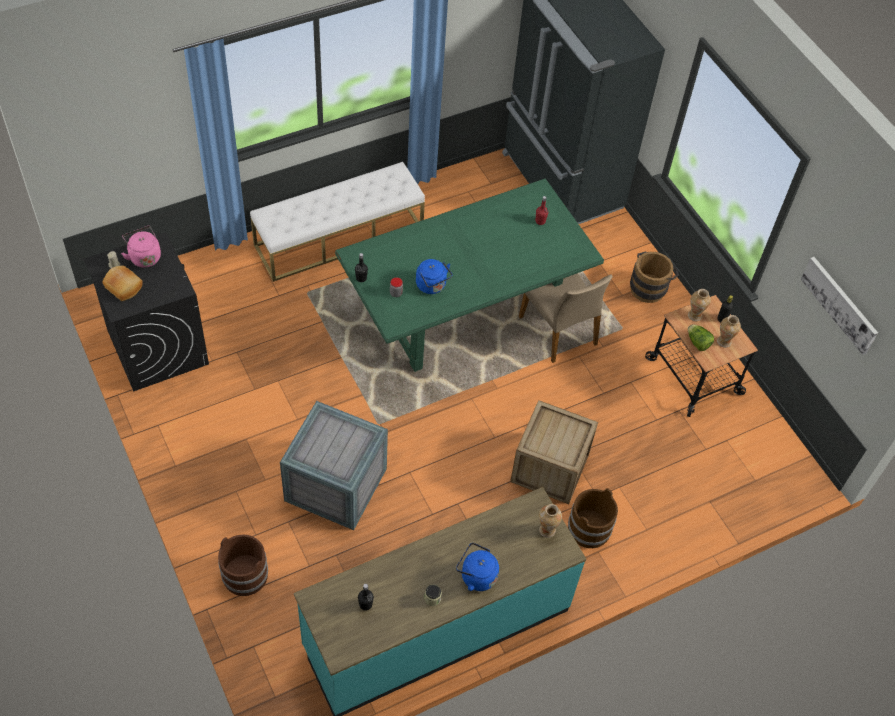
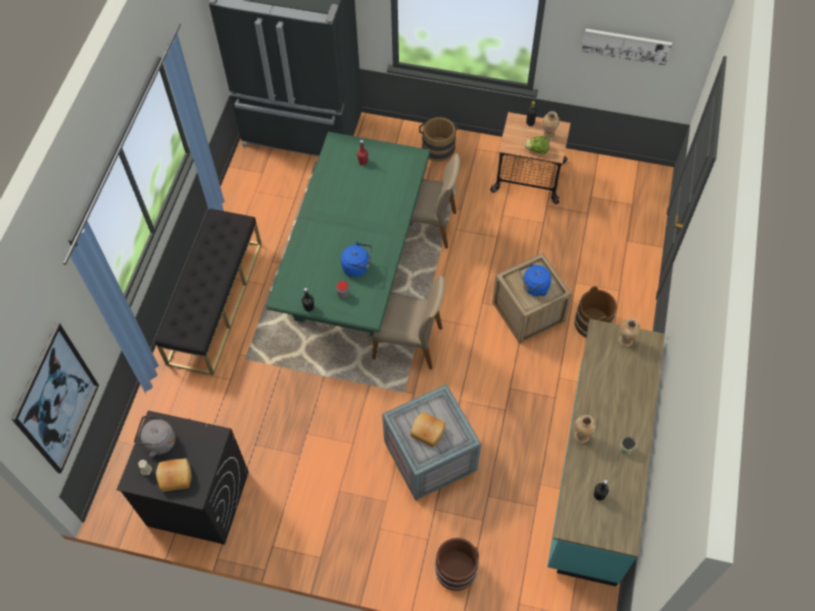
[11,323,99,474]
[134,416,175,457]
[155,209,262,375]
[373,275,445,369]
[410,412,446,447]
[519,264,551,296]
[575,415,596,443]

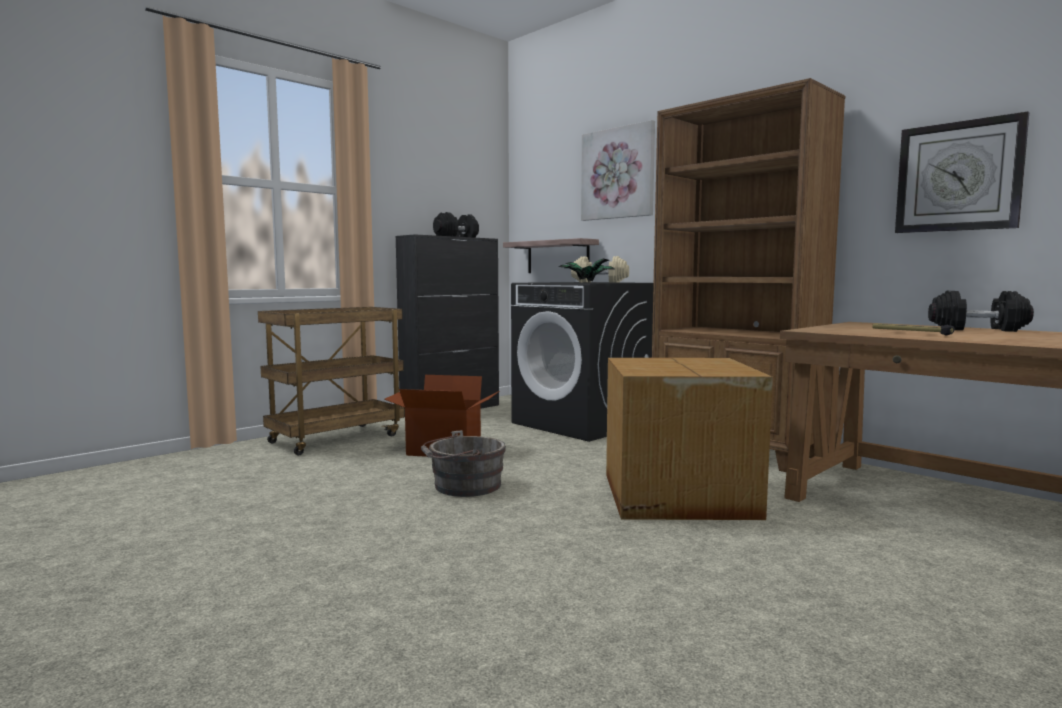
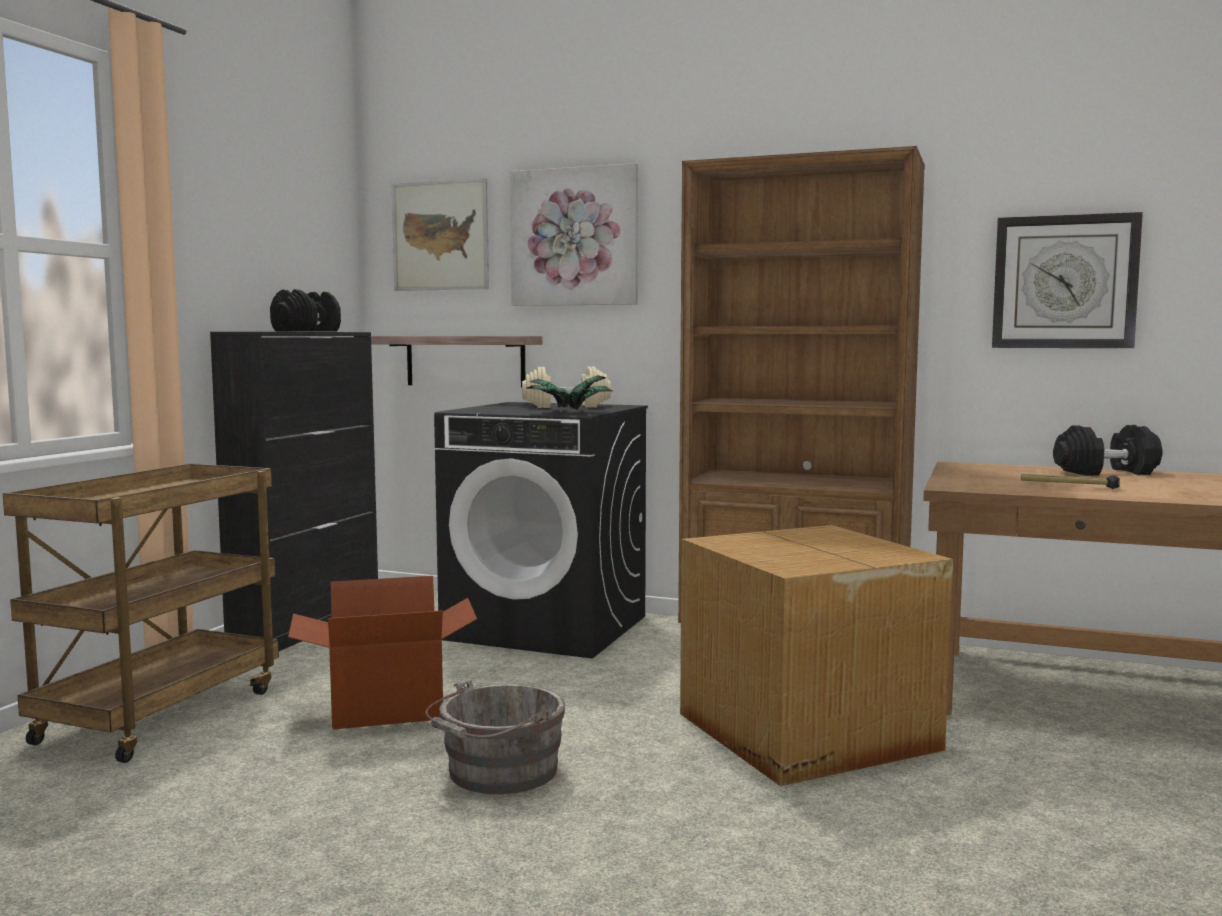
[392,178,489,291]

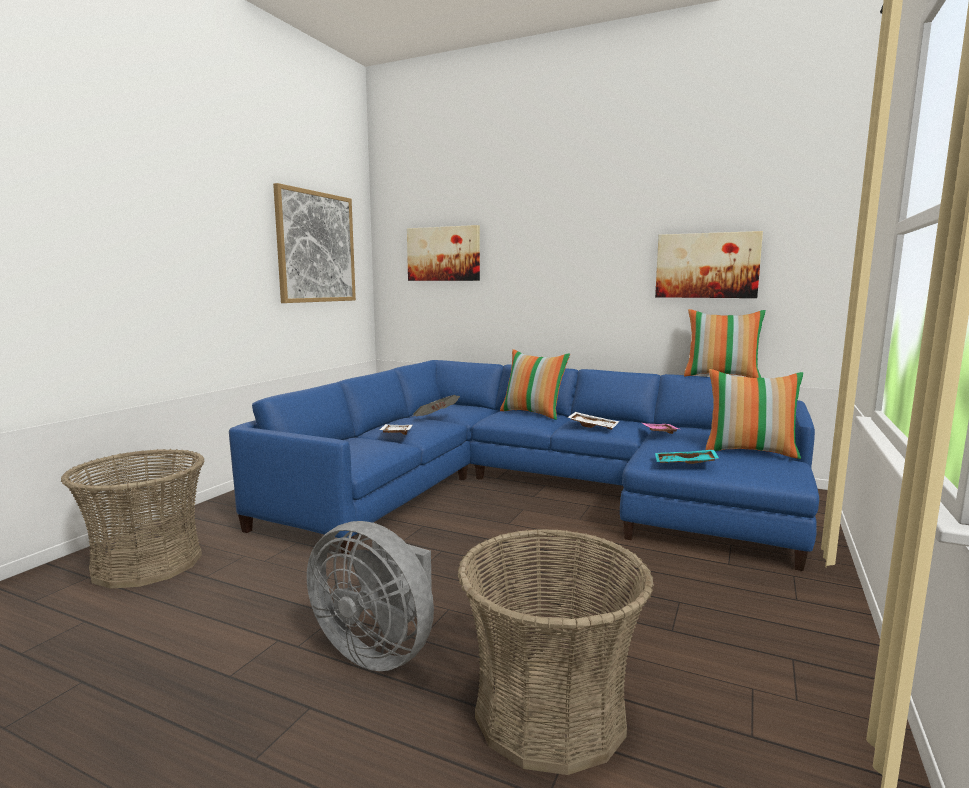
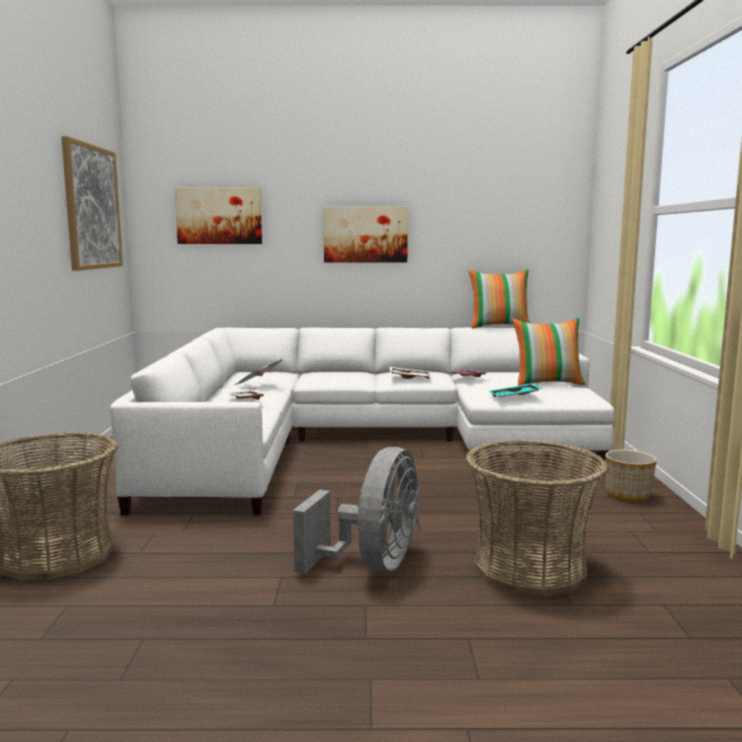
[110,328,615,515]
[293,447,419,574]
[323,206,408,262]
[606,450,657,502]
[500,349,570,420] (first image)

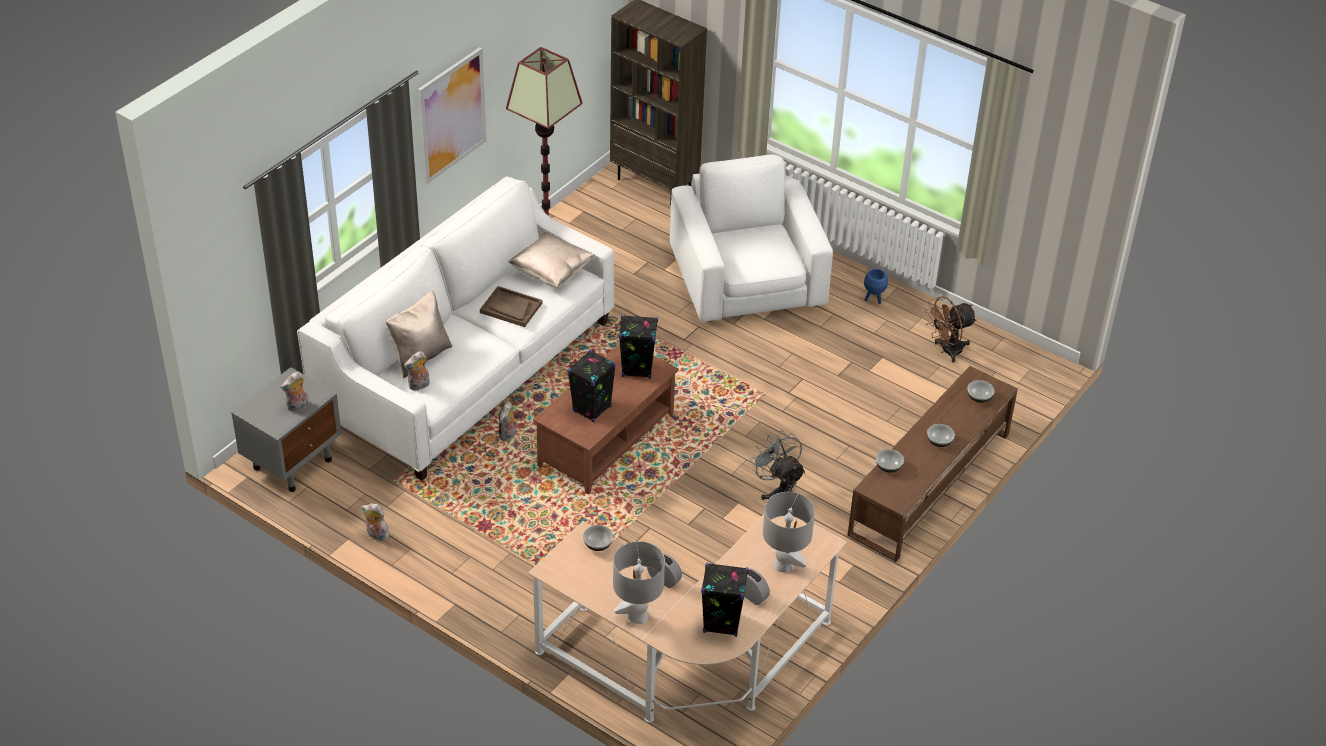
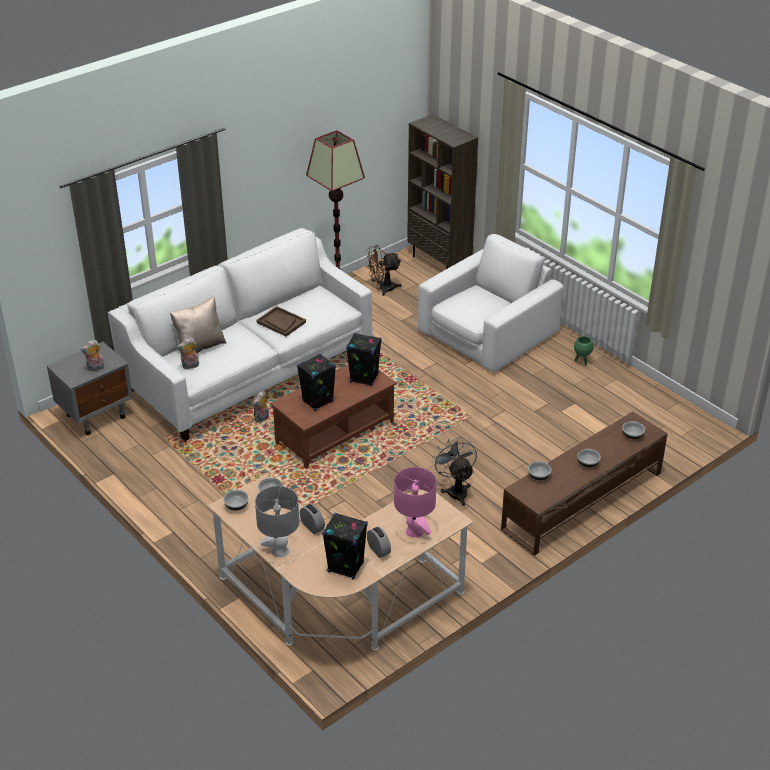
[223,490,249,511]
[367,245,402,296]
[394,467,436,537]
[418,234,564,372]
[574,336,593,365]
[362,503,392,541] (first image)
[418,47,486,184] (first image)
[508,232,594,288] (first image)

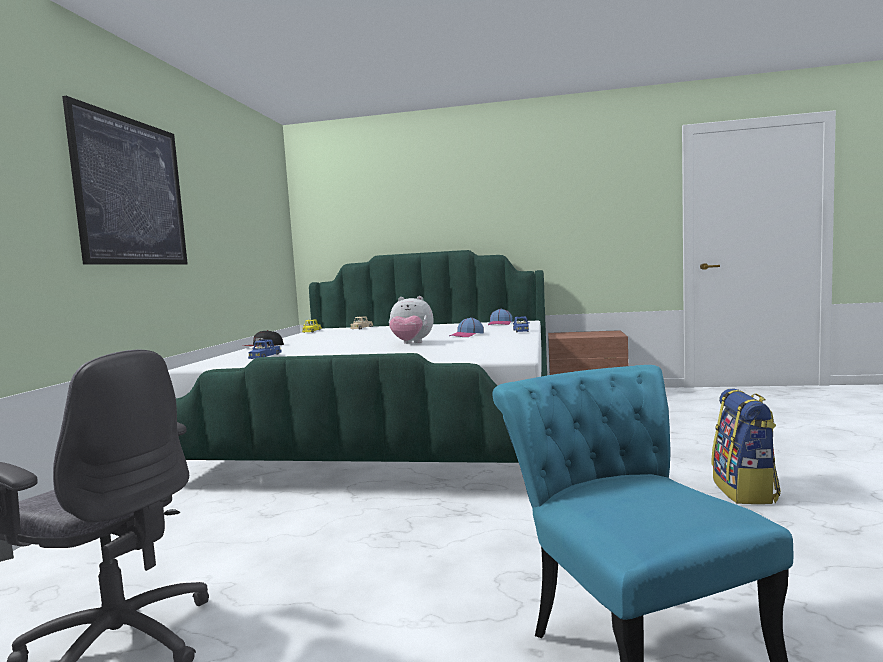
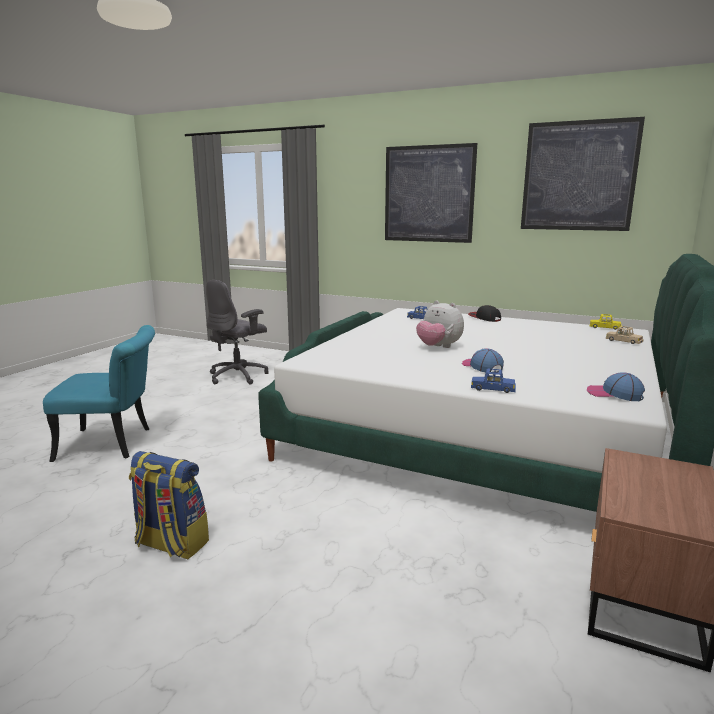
[416,300,464,348]
[521,117,645,231]

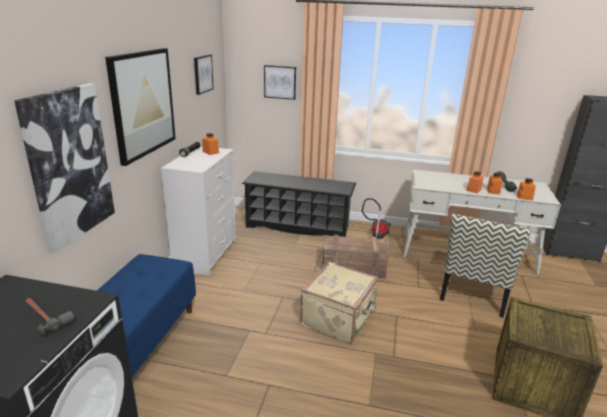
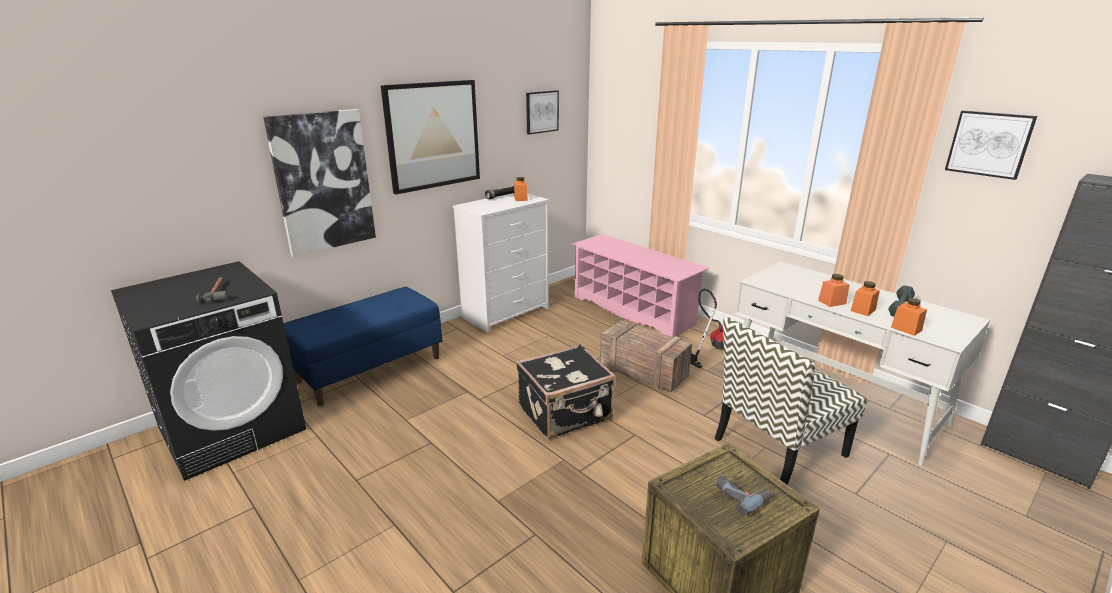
[516,344,616,439]
[573,234,709,337]
[715,476,772,517]
[945,110,1037,180]

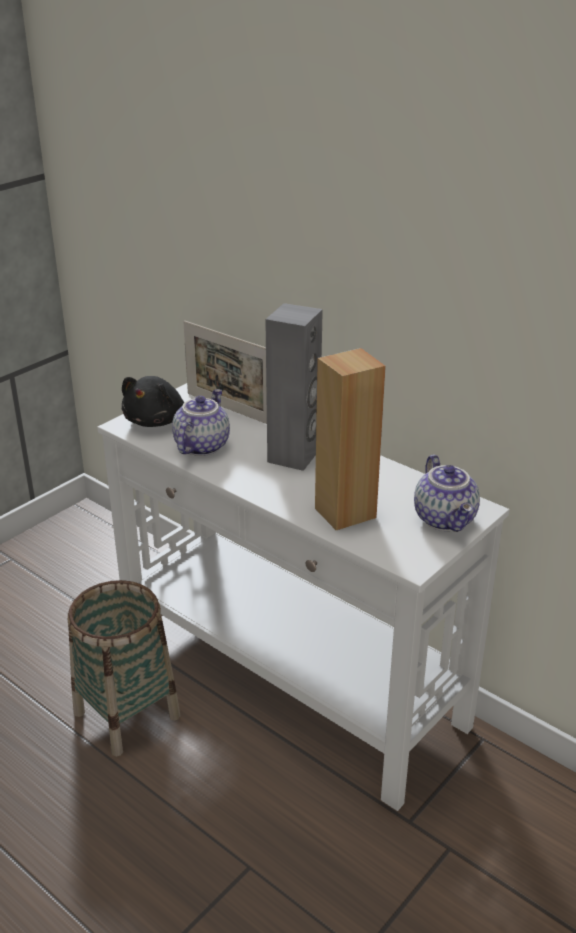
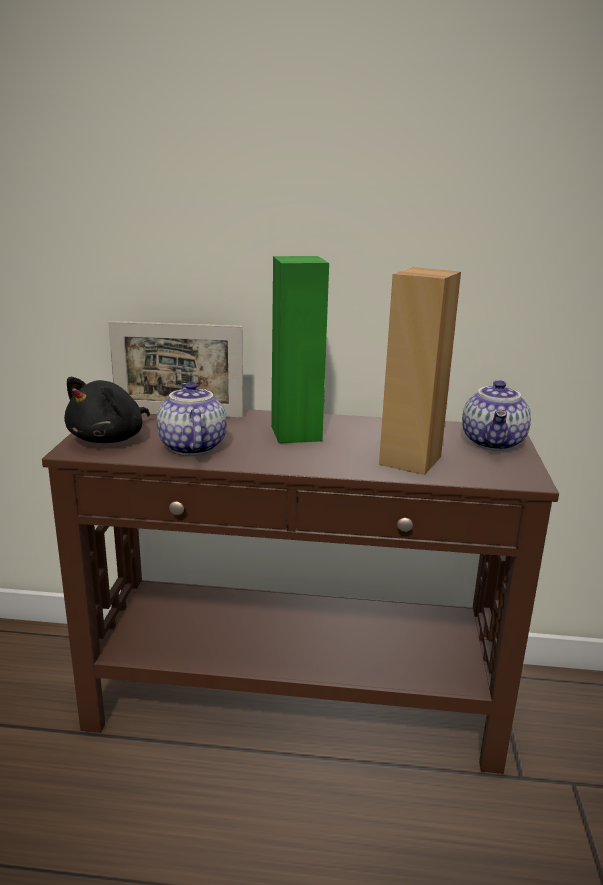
[42,409,559,774]
[64,377,150,443]
[271,256,329,444]
[462,380,531,451]
[68,580,181,757] (first image)

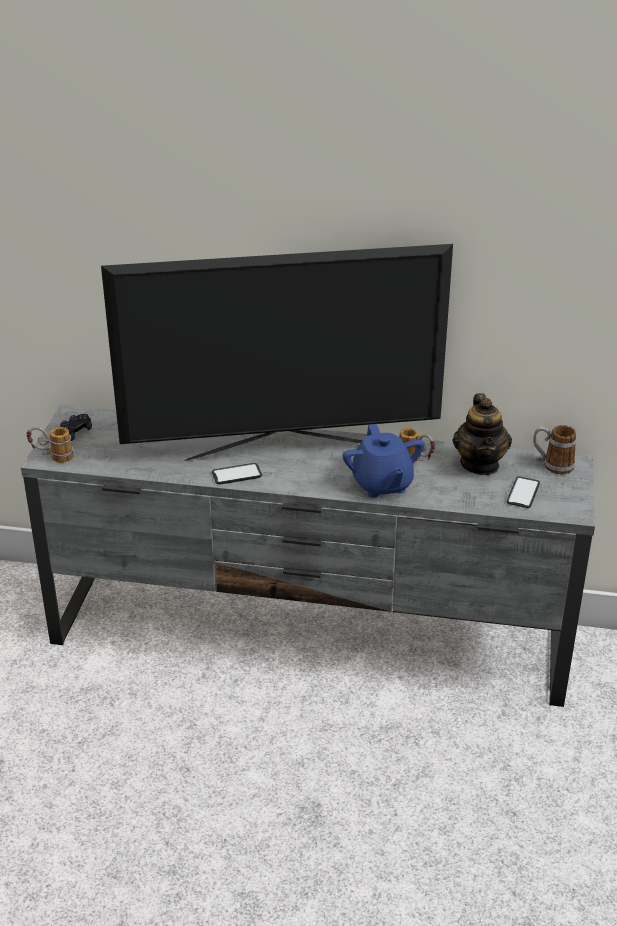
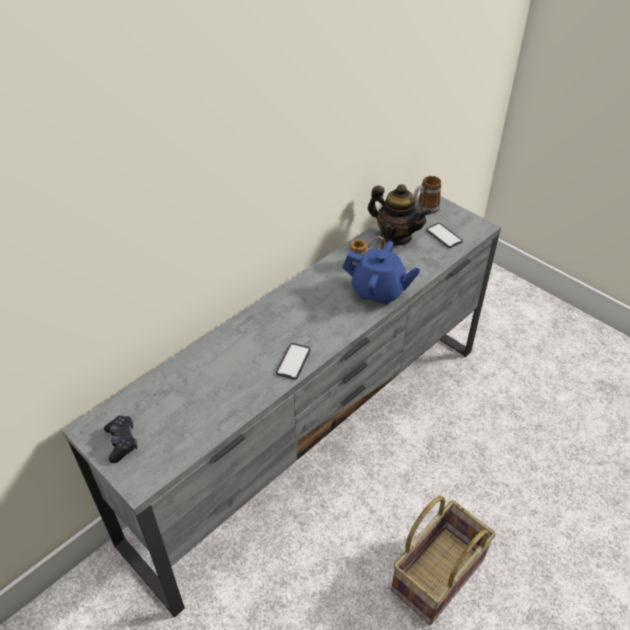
[391,496,496,625]
[26,427,74,463] (first image)
[101,244,453,461] (first image)

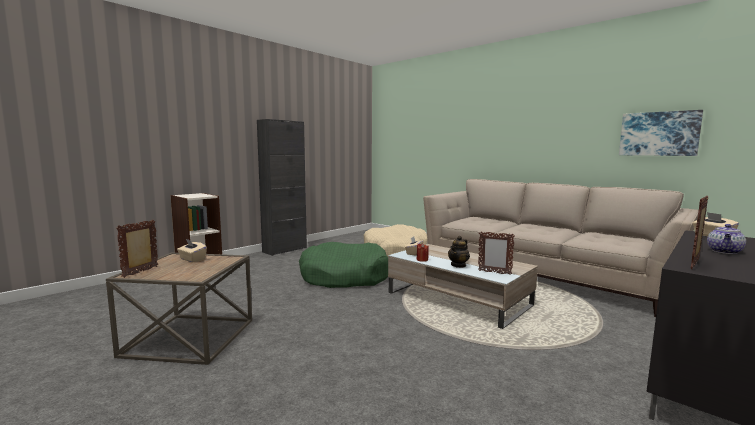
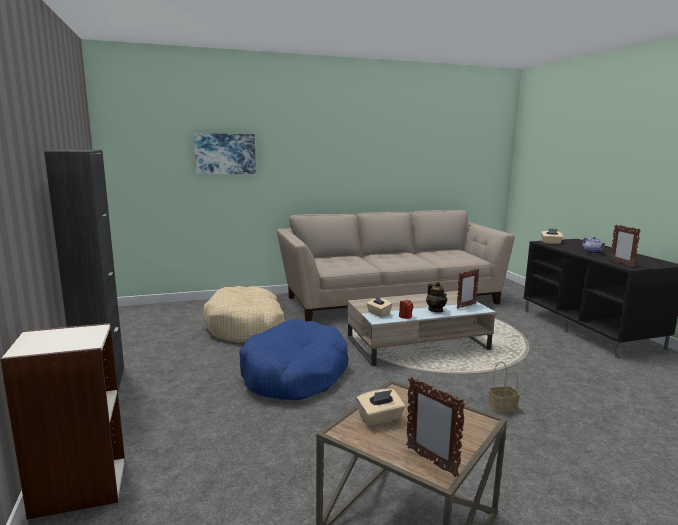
[194,133,256,174]
[239,319,349,400]
[489,361,520,413]

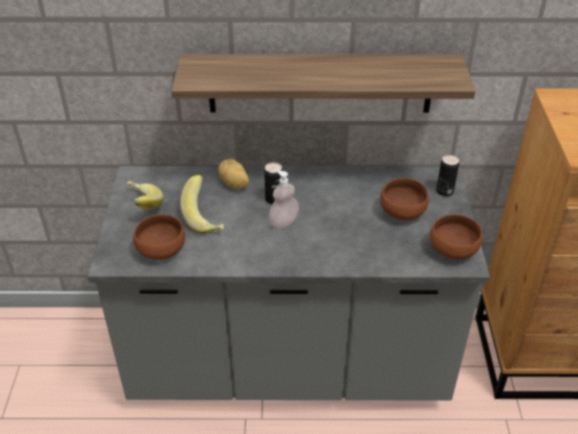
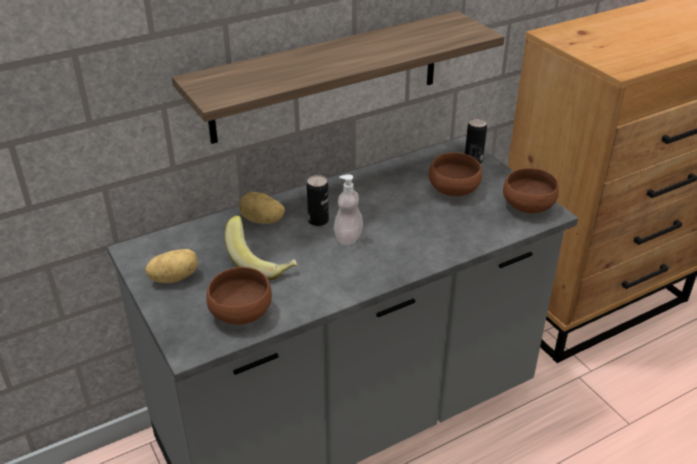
[145,249,198,283]

